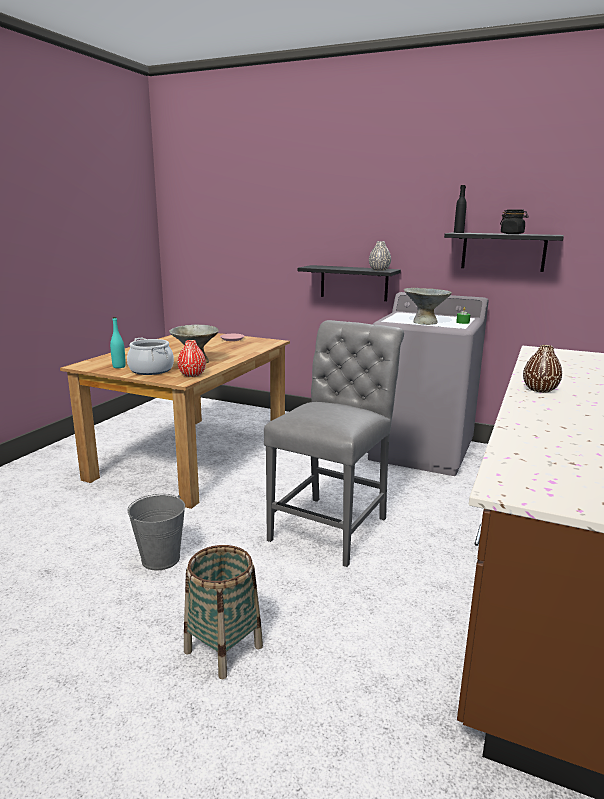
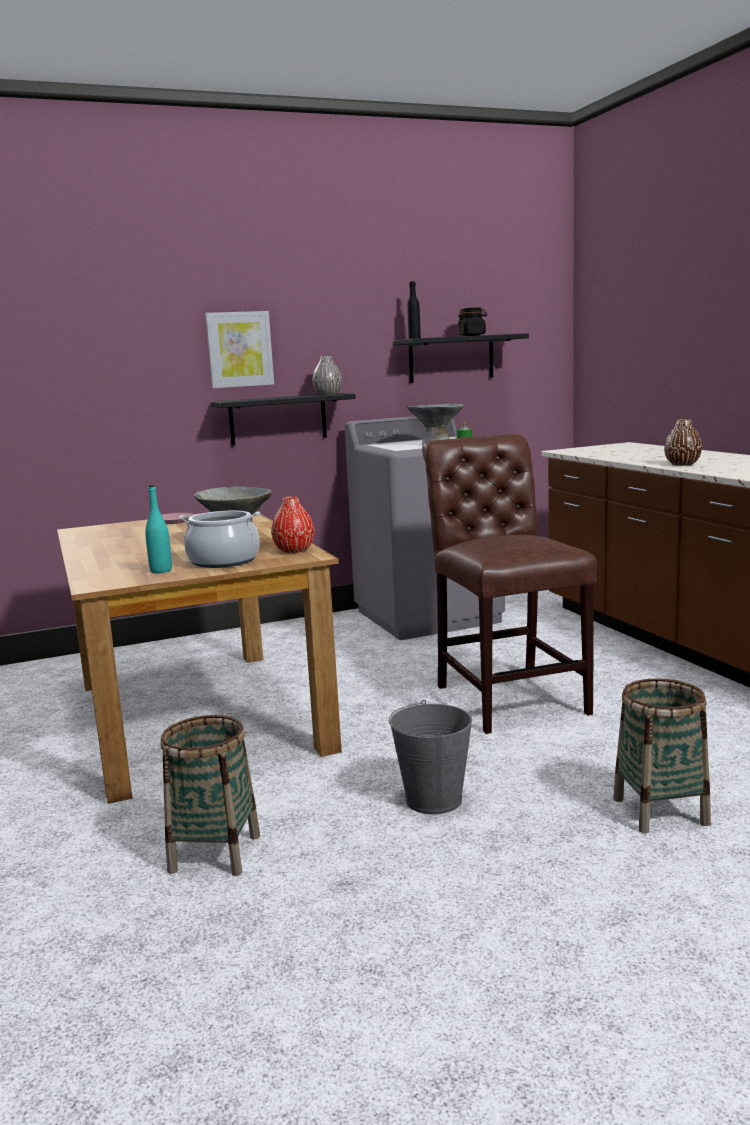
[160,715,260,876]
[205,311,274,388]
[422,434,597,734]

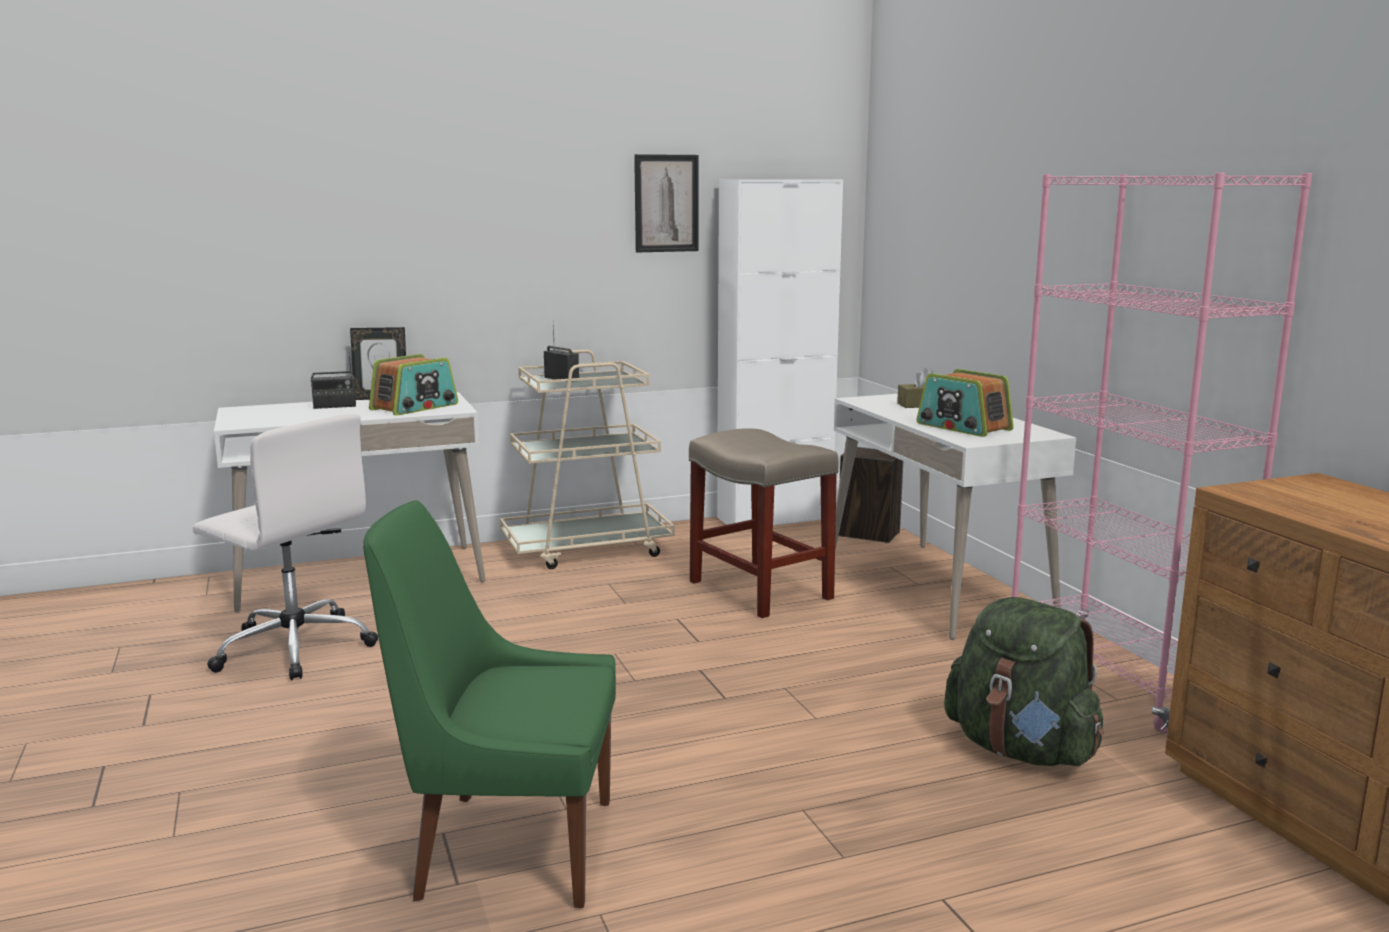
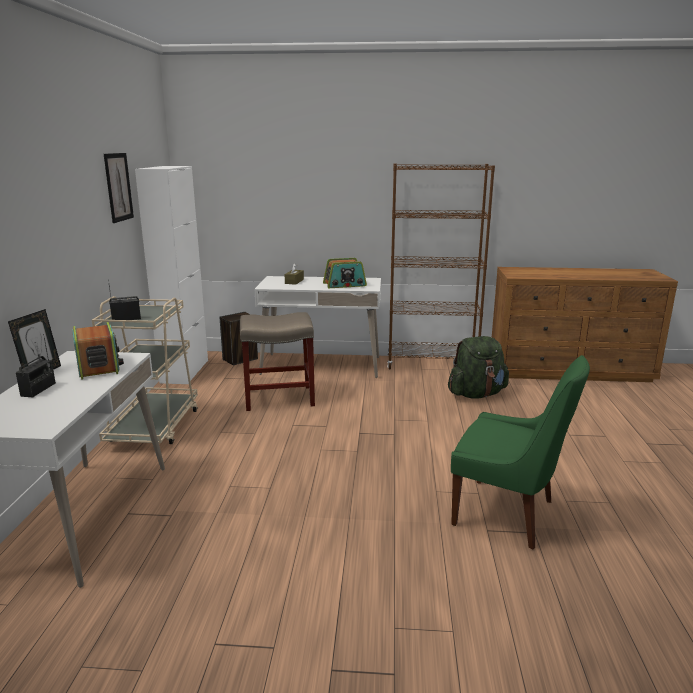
[387,164,495,370]
[451,355,590,550]
[193,414,378,680] (first image)

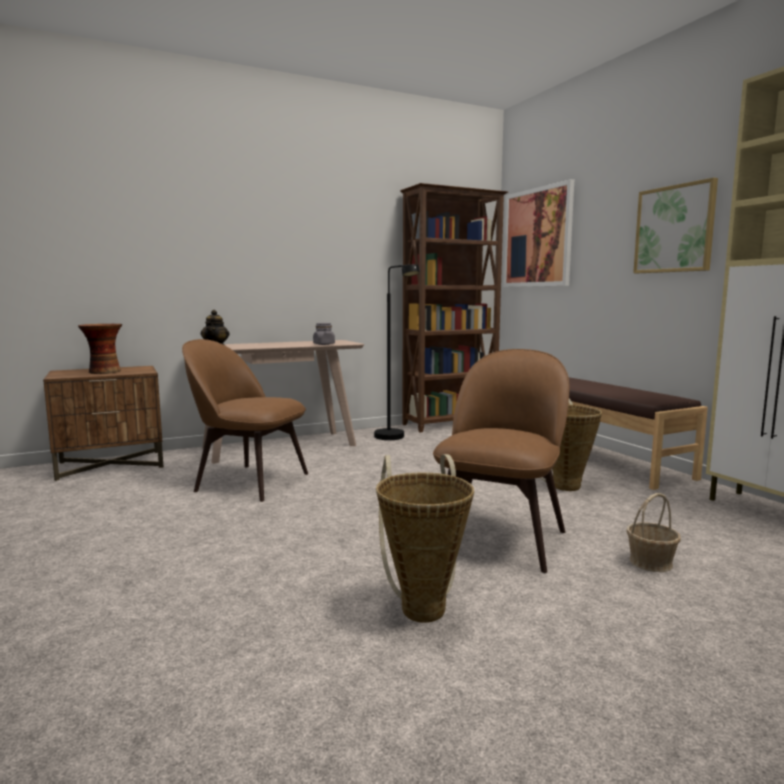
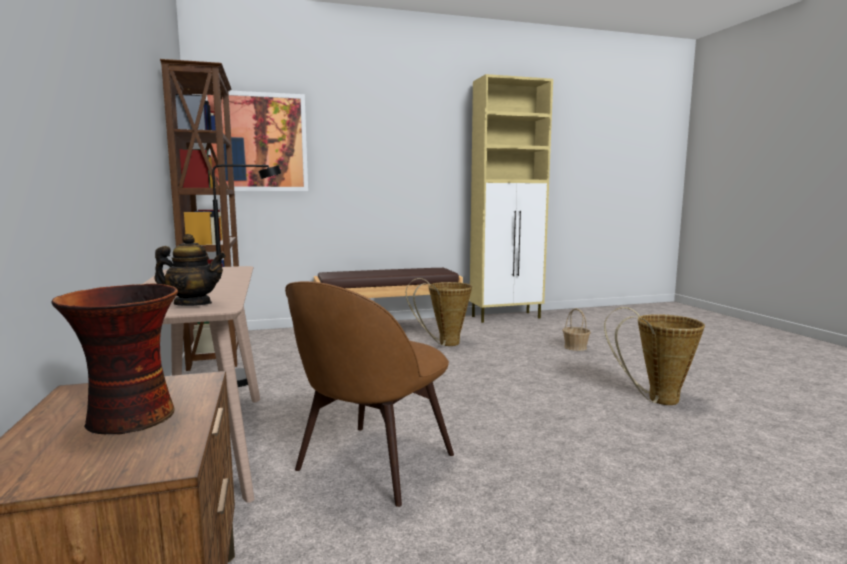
[313,323,335,345] (first image)
[433,349,569,573] (first image)
[633,178,718,273] (first image)

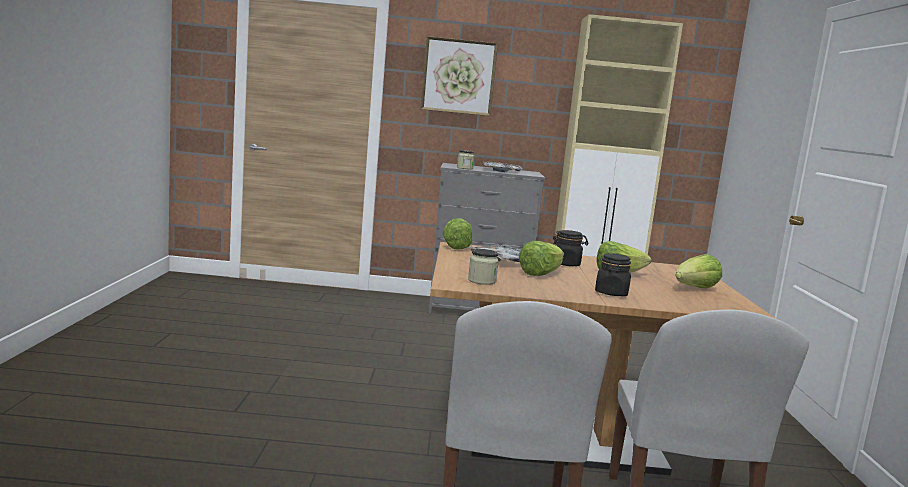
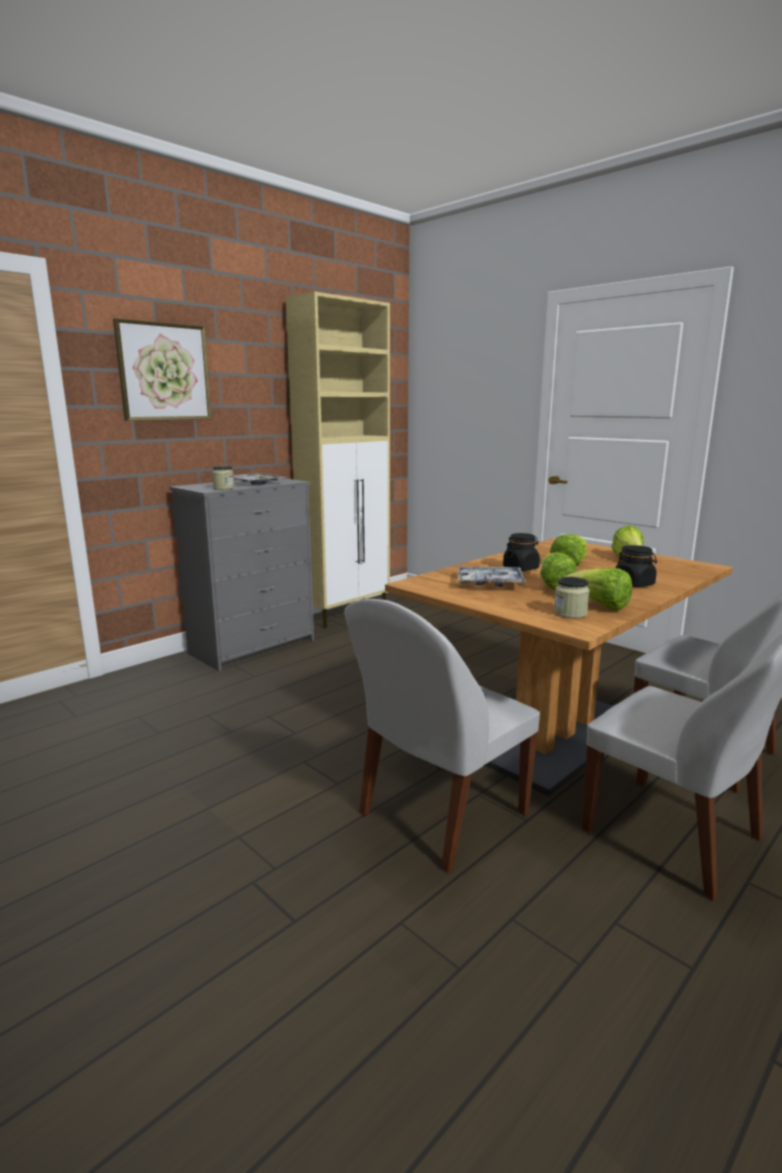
[344,599,540,873]
[565,568,632,611]

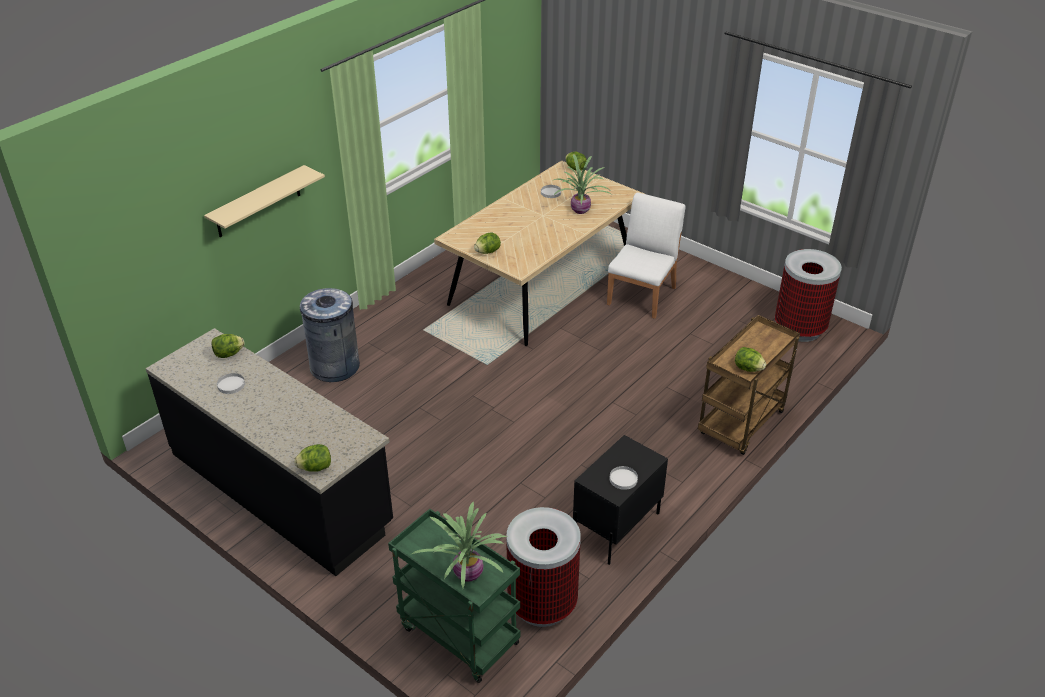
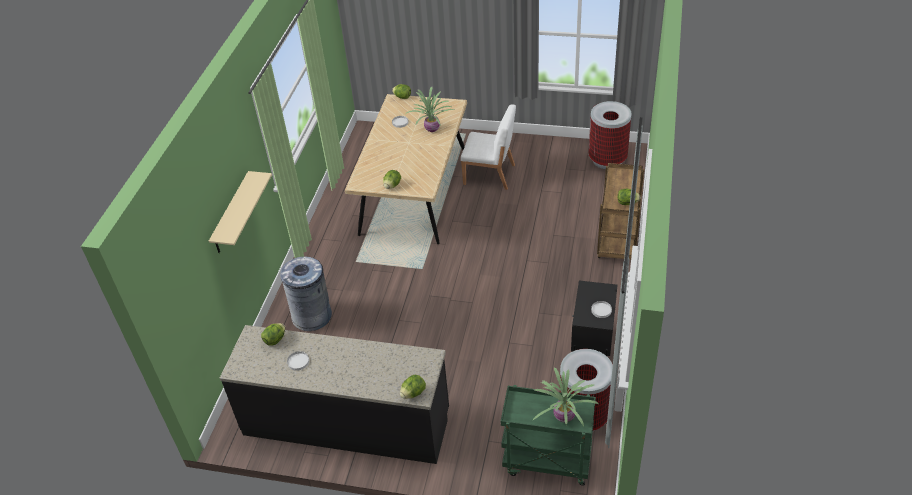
[461,104,516,190]

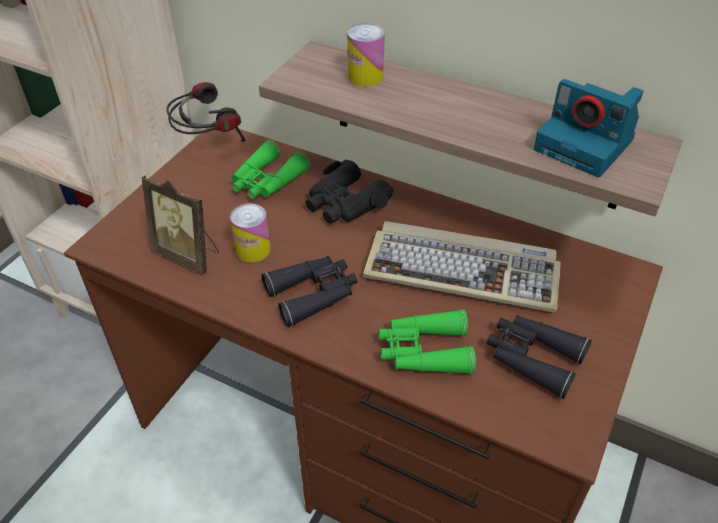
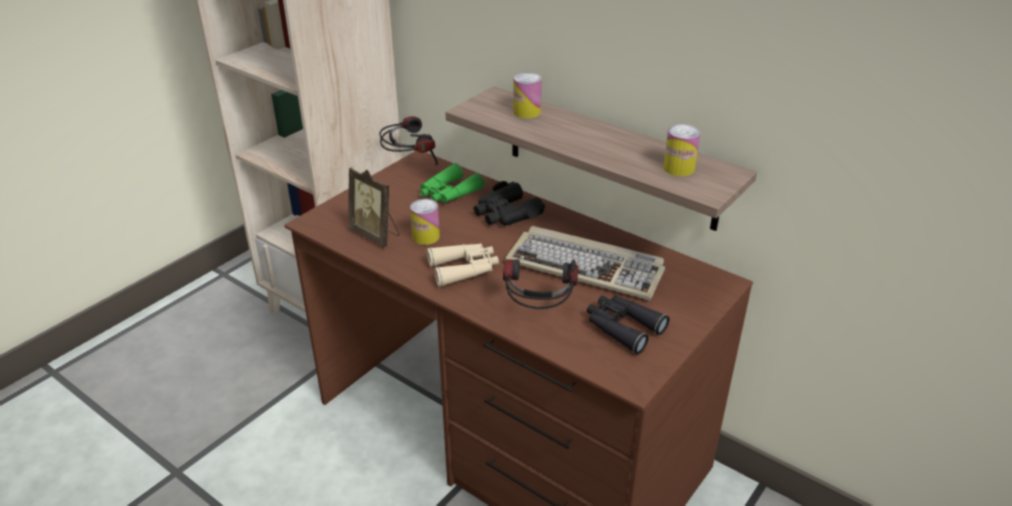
[427,243,499,287]
[503,259,578,309]
[663,124,700,176]

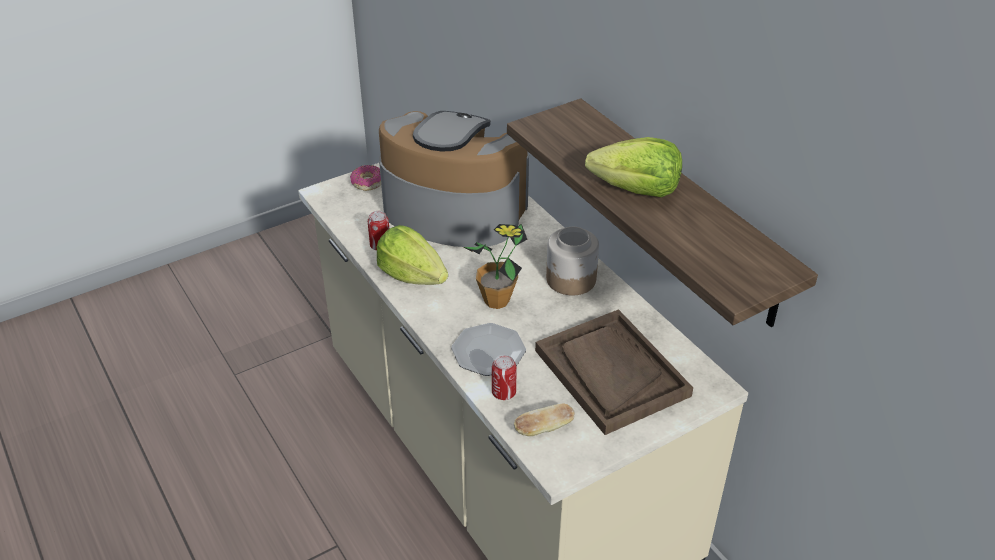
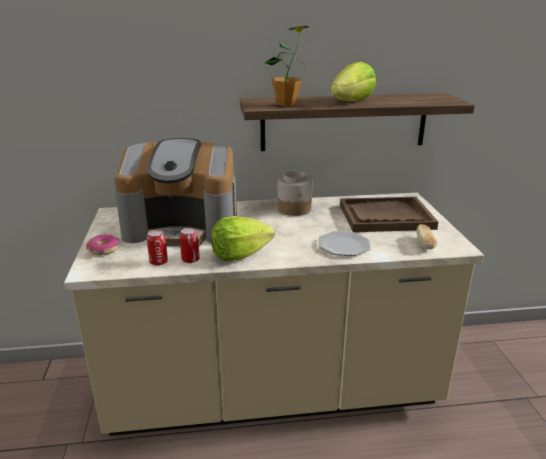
[114,138,237,246]
[147,230,168,266]
[265,26,308,106]

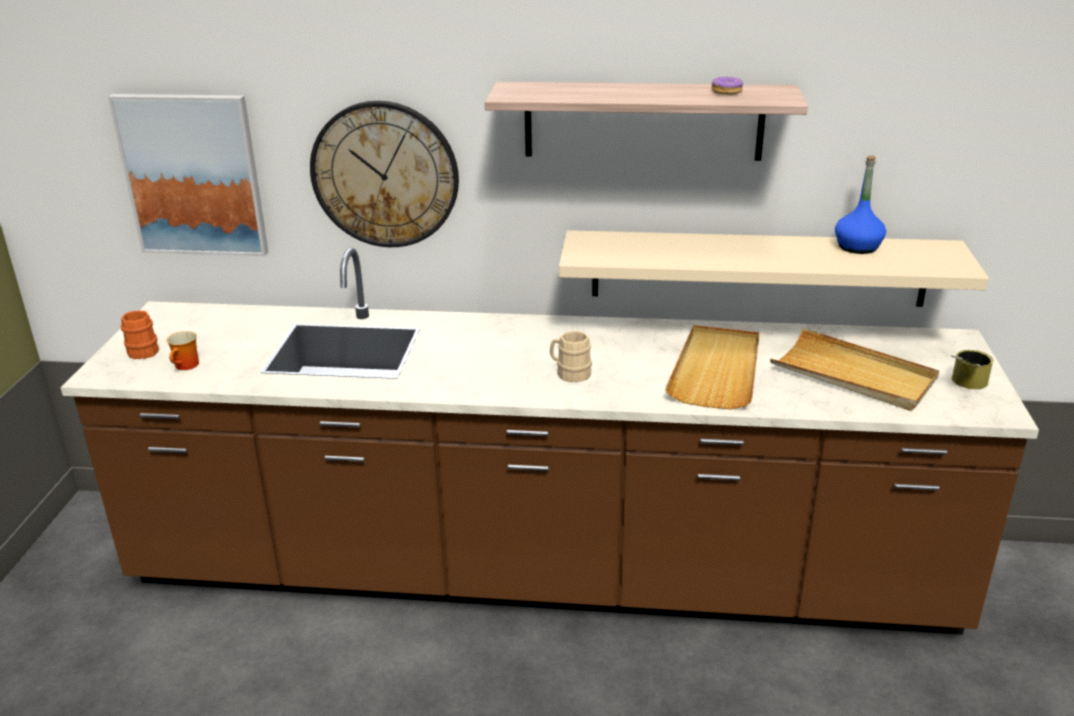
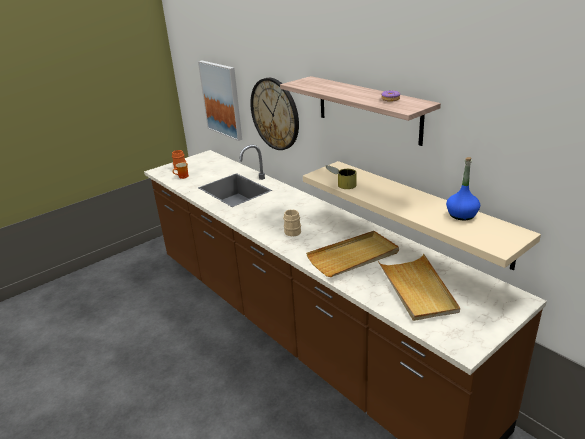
[326,165,357,189]

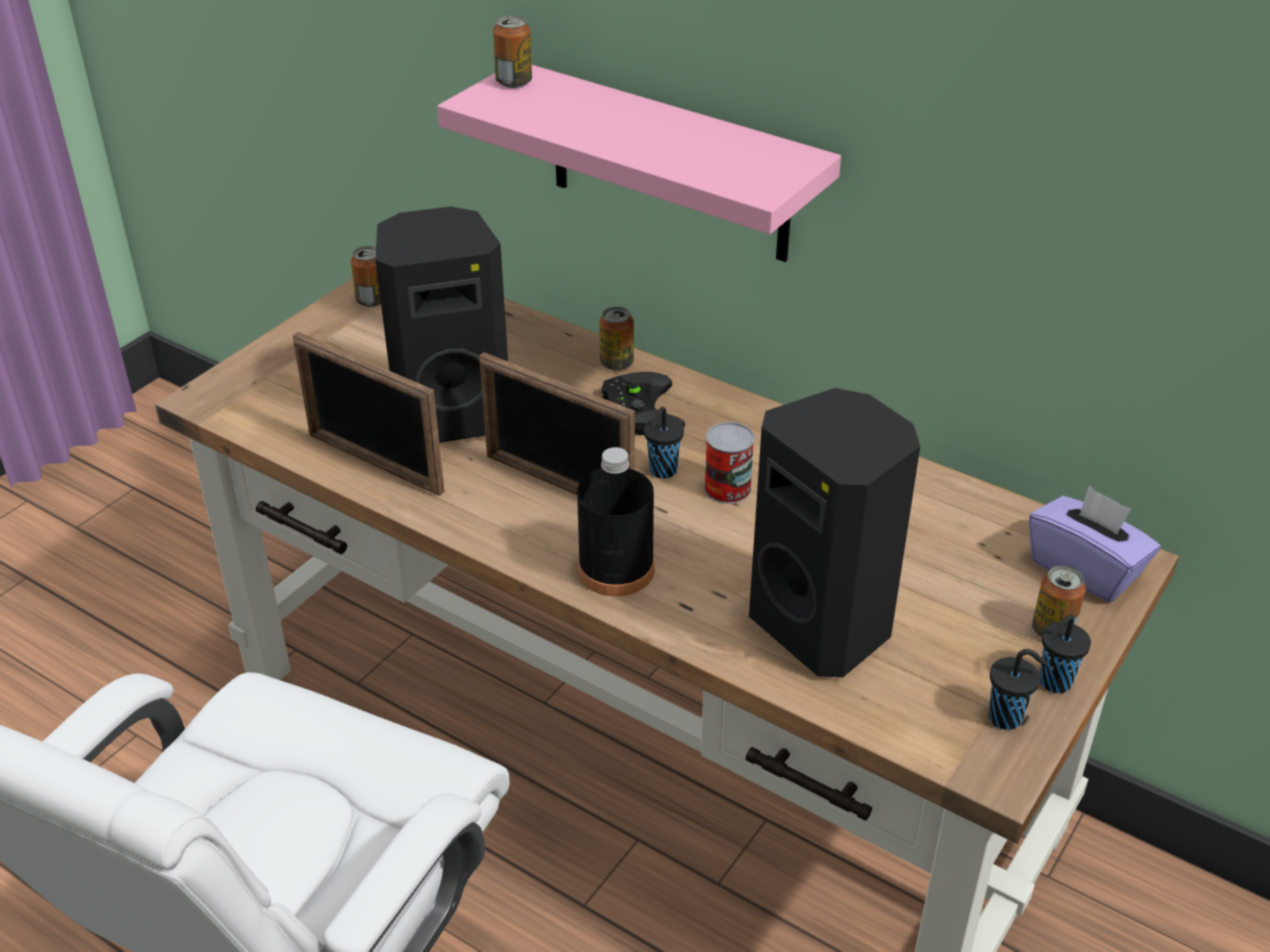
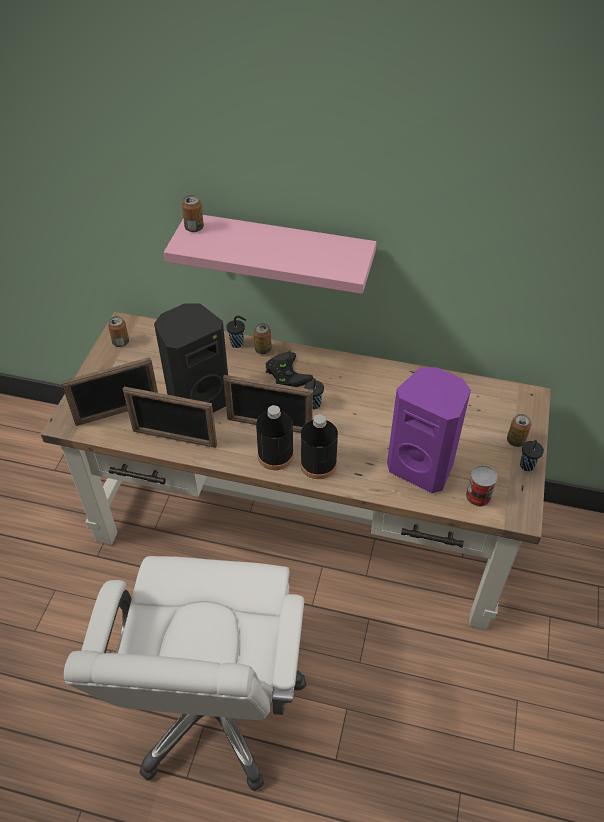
[61,357,158,426]
[226,316,246,348]
[256,405,294,470]
[387,367,471,493]
[466,465,497,507]
[1029,486,1161,602] (first image)

